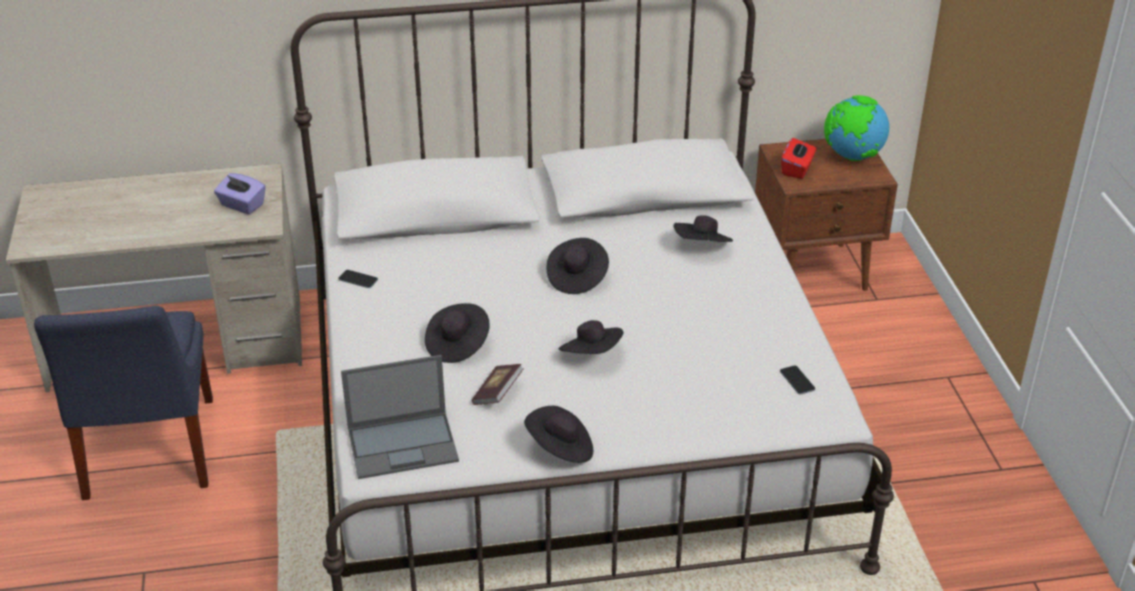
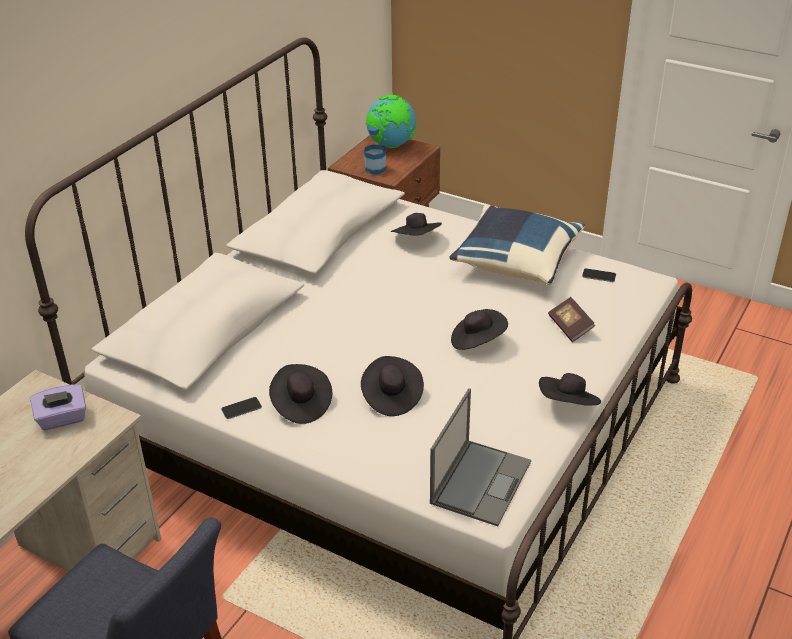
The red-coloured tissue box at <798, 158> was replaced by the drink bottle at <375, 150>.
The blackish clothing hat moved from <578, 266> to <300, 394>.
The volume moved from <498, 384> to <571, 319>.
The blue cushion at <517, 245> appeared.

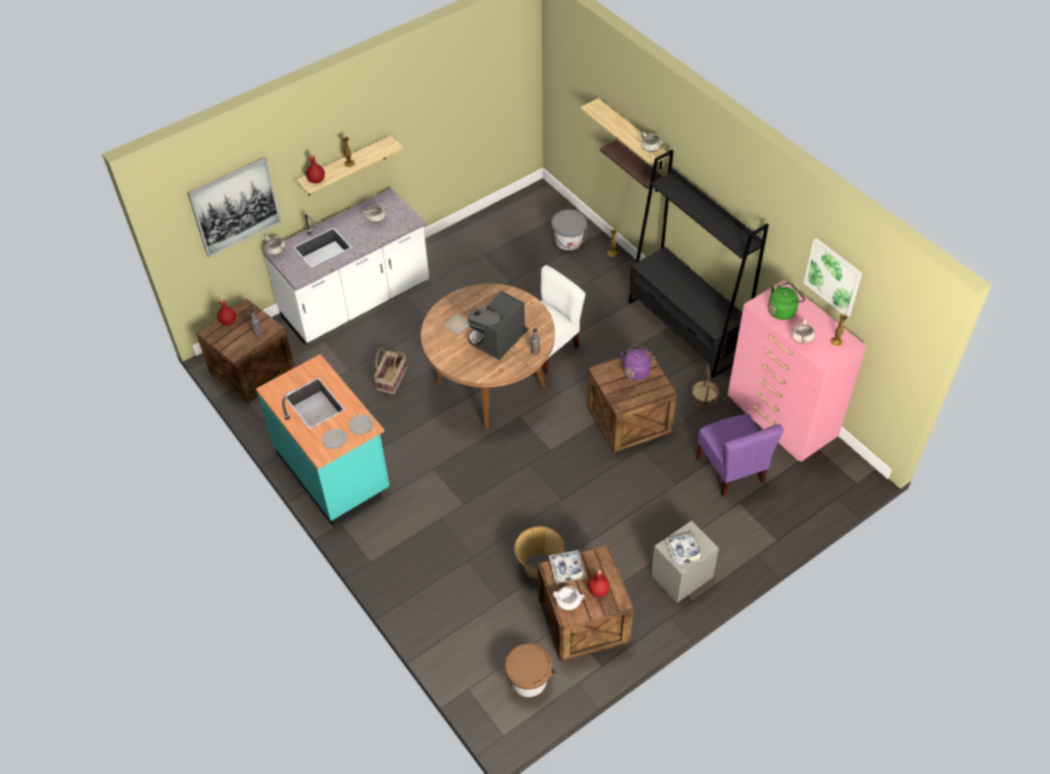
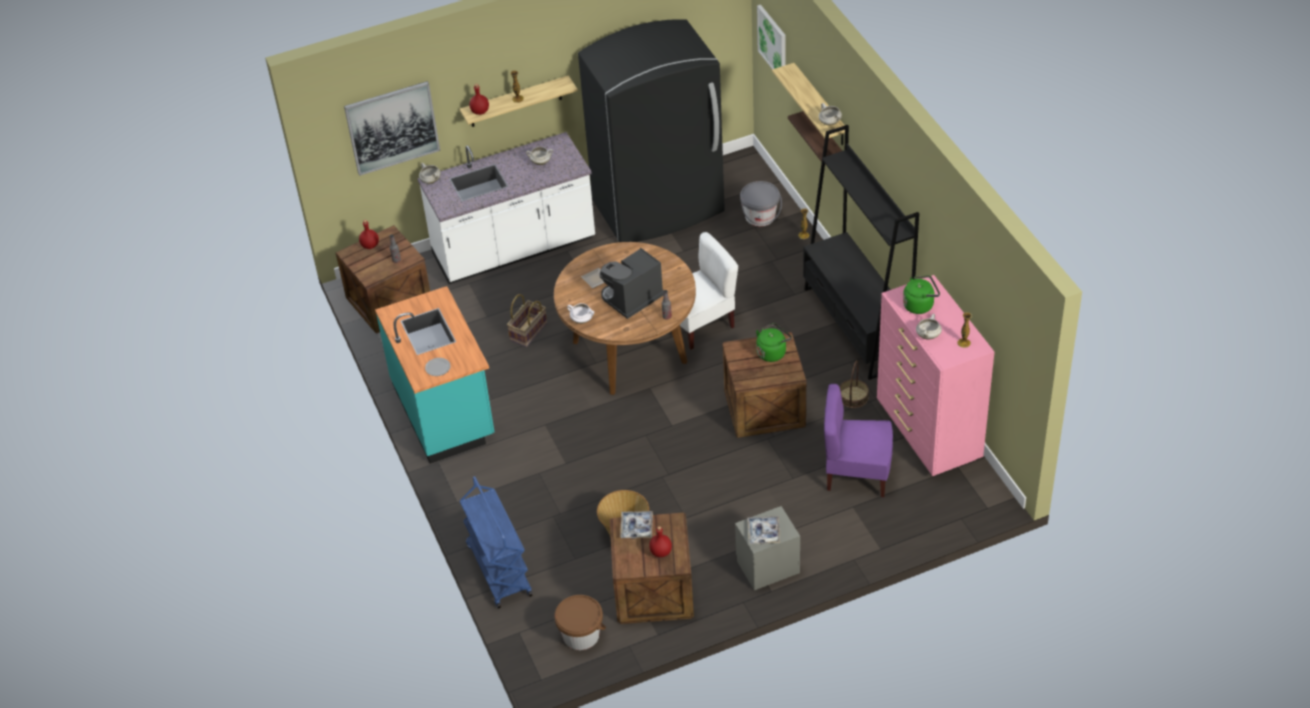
The wall picture moved from <833, 277> to <771, 37>.
The purplish kettle at <638, 362> became the greenish kettle at <774, 342>.
The purplish chair at <740, 455> turned 105 degrees clockwise.
The plate at <360, 425> disappeared.
The white-coloured stockpot moved from <568, 598> to <580, 313>.
The blackish kitchen fridge at <651, 130> appeared.
The blue cart at <496, 542> appeared.

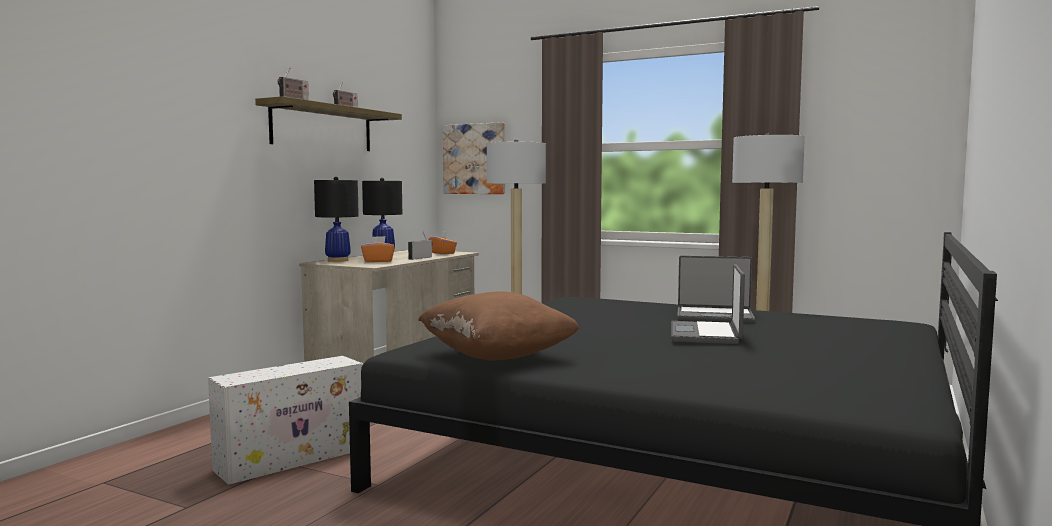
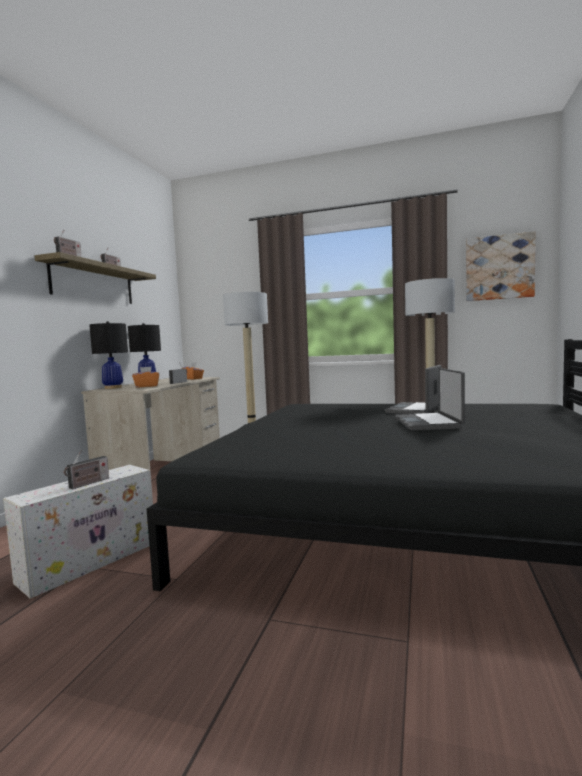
The wall picture moved from <474, 158> to <501, 266>.
The portable computer at <716, 289> turned 120 degrees clockwise.
The brown cushion at <498, 325> disappeared.
The radio at <86, 469> appeared.

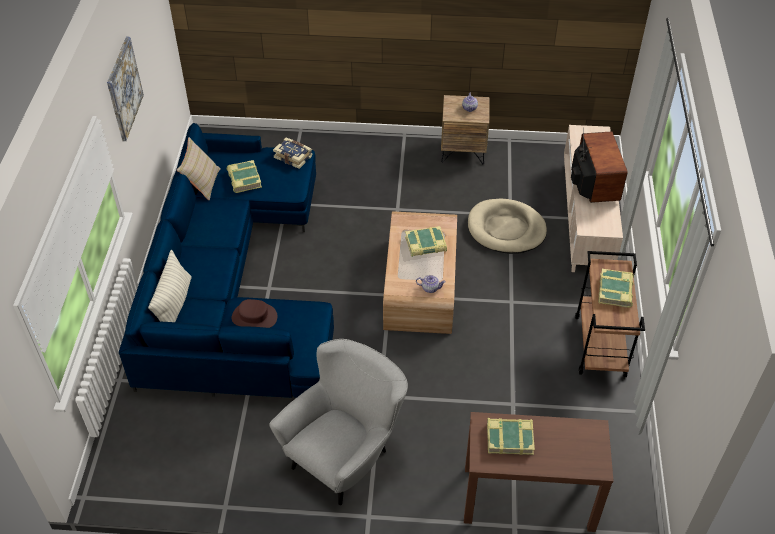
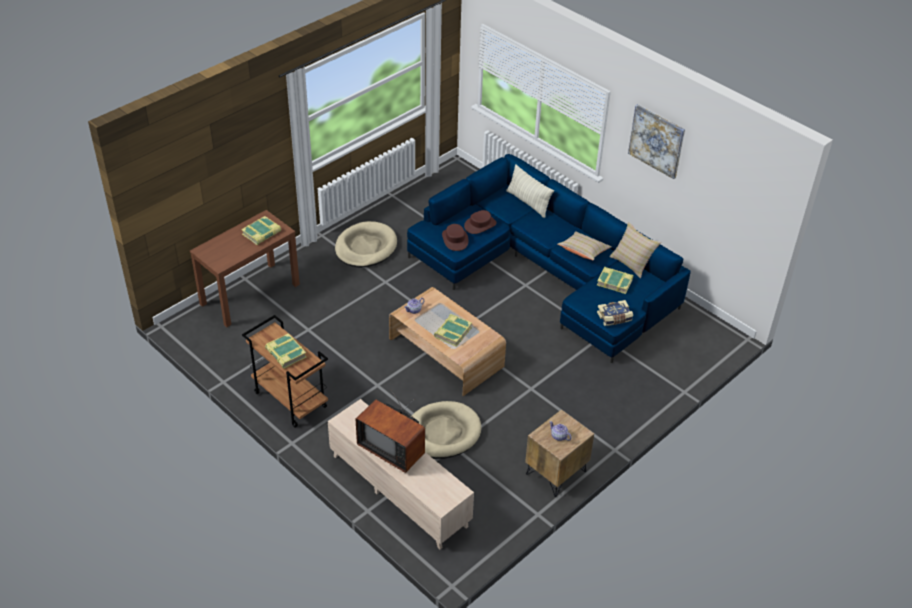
The grey easy chair at <338, 422> was replaced by the beige dog bed at <366, 244>.
The brown clothing hat at <455, 237> appeared.
The beige cushion at <584, 246> appeared.

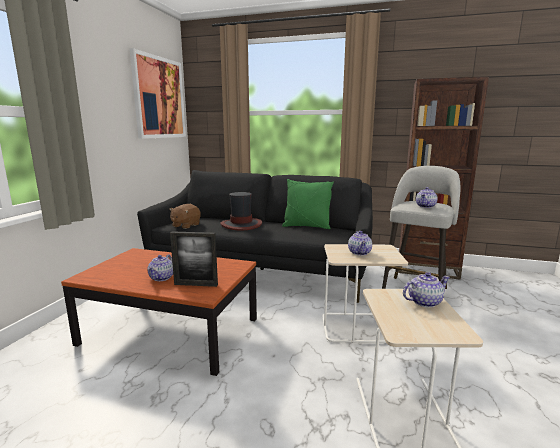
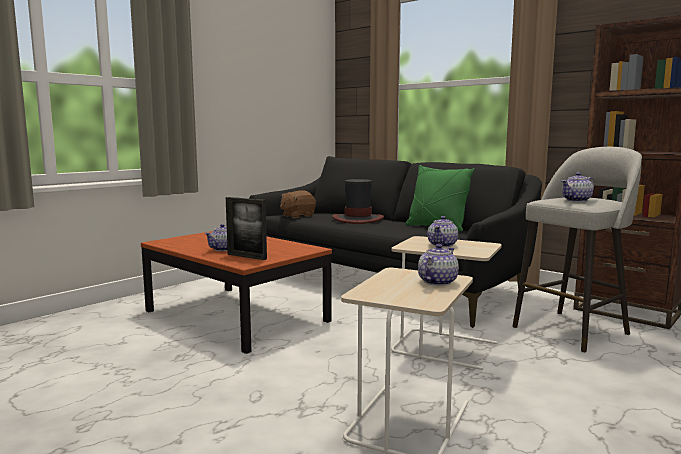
The wall picture at <158, 93> disappeared.
The tea pot at <426, 290> turned 60 degrees counterclockwise.

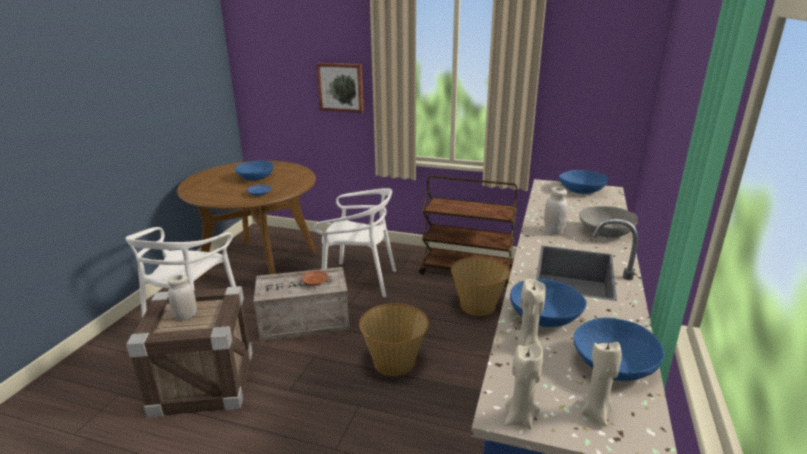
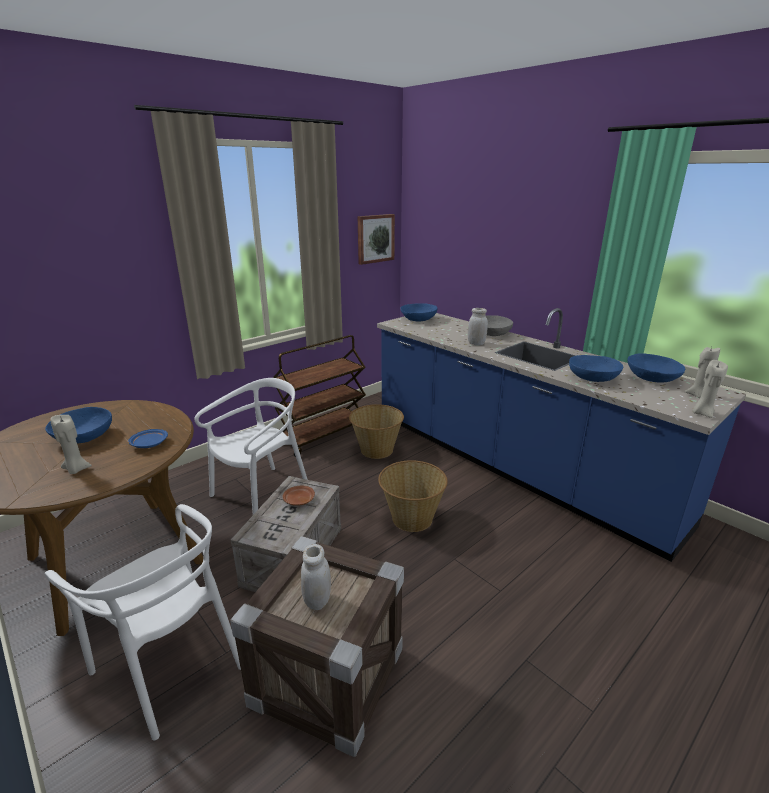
The wall picture moved from <340, 88> to <376, 239>.
The beige candle moved from <530, 314> to <71, 444>.

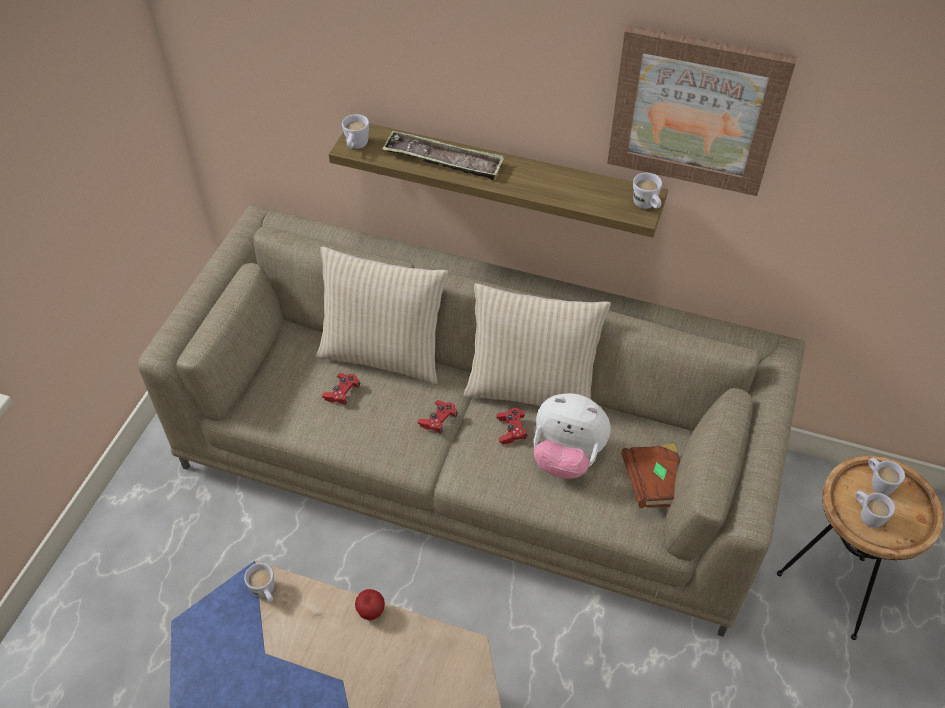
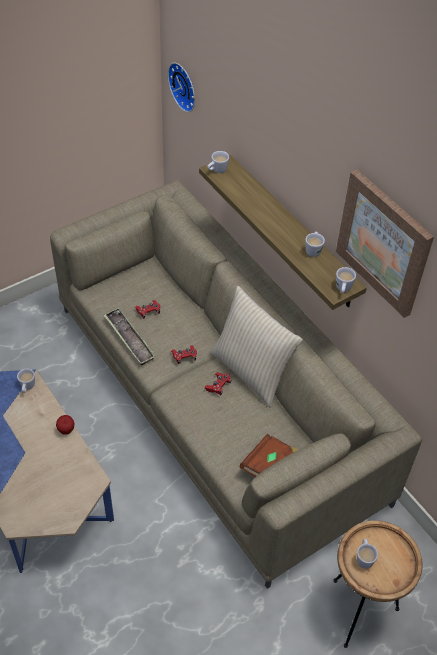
The serving tray moved from <443, 155> to <130, 336>.
The beige cushion at <382, 315> disappeared.
The cuddly toy at <572, 436> disappeared.
The white-coloured coffee mug moved from <886, 476> to <315, 244>.
The hanging clock at <181, 87> appeared.

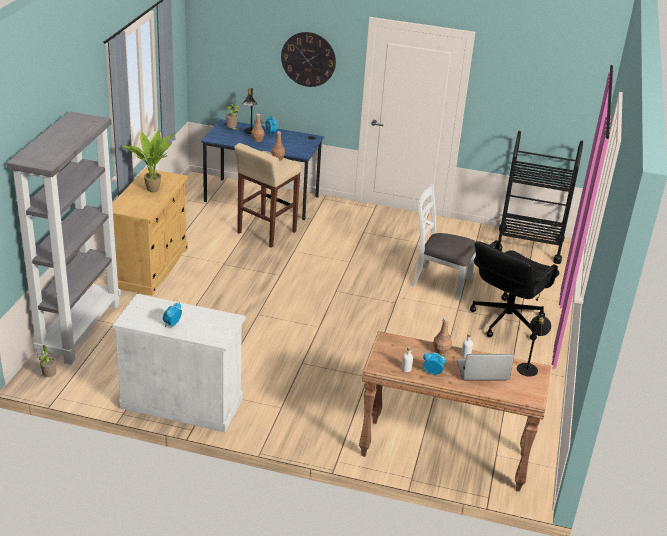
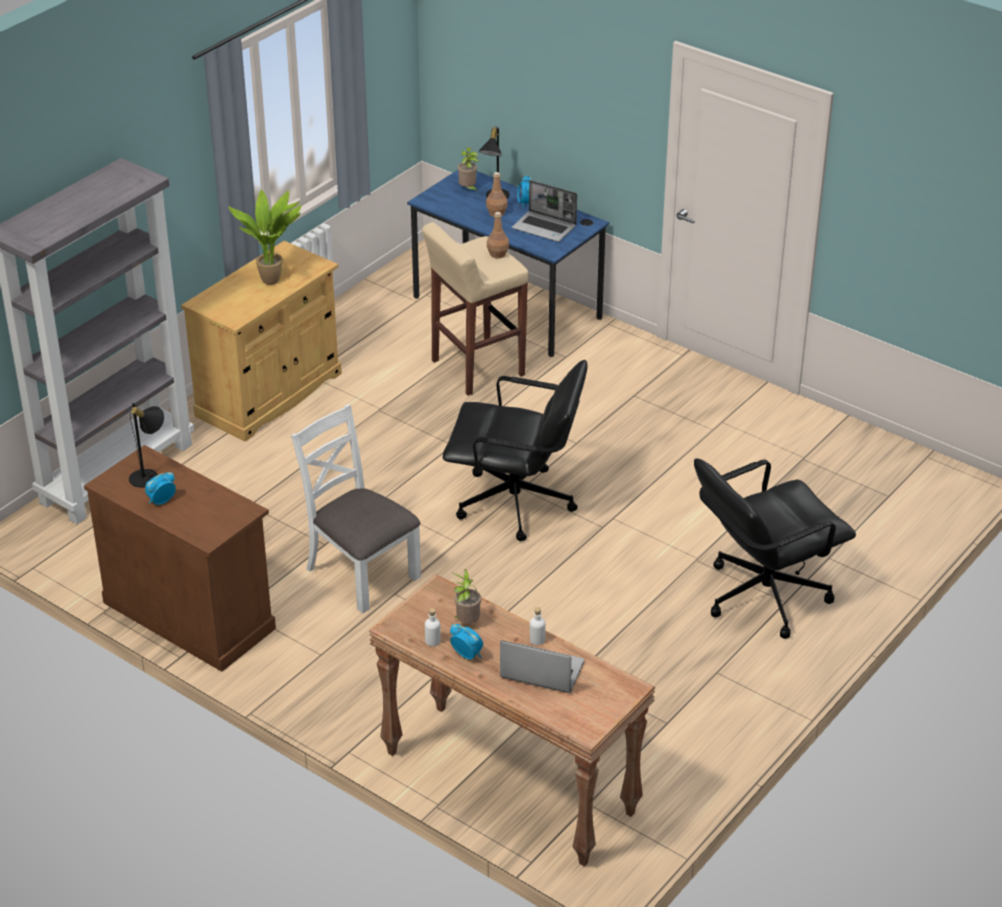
The hanging clock at <308, 59> disappeared.
The blackish cart at <538, 197> disappeared.
The white-coloured chair moved from <443, 242> to <356, 508>.
The white-coloured storage cabinet at <178, 363> became the brown storage cabinet at <180, 558>.
The blackish tabletop lamp moved from <534, 346> to <146, 445>.
The brown drink bottle at <442, 336> disappeared.
The houseplant moved from <46, 361> to <467, 596>.
The portable computer at <544, 211> appeared.
The blackish desk chair at <515, 450> appeared.

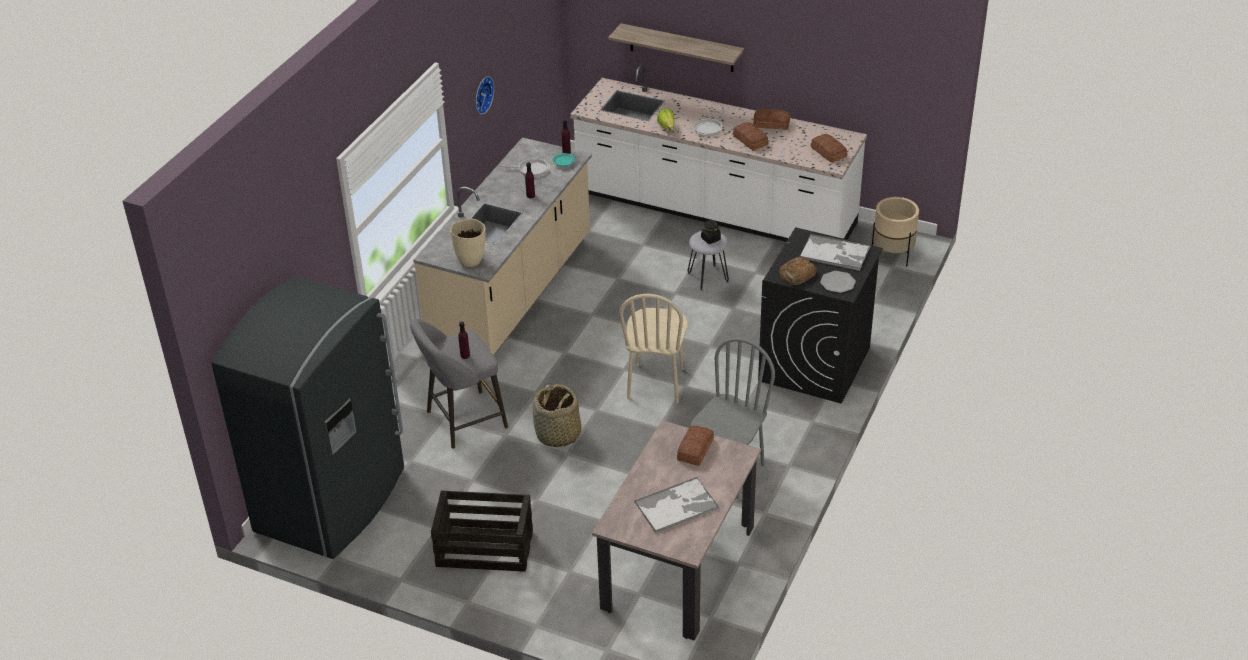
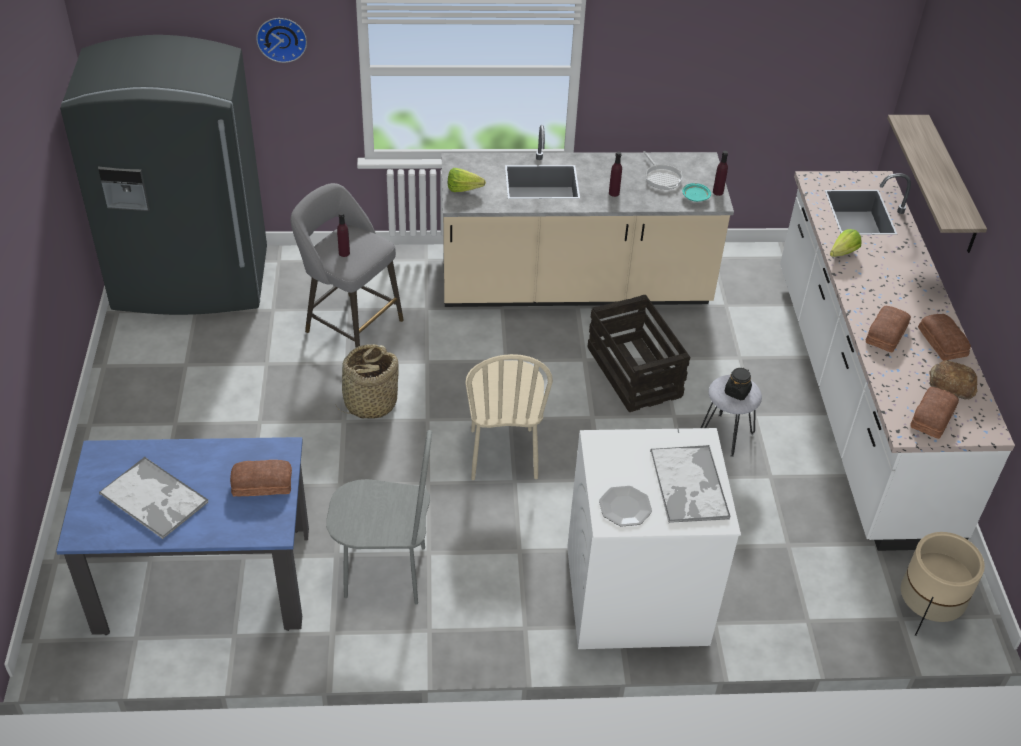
The hanging clock moved from <485, 95> to <281, 40>.
The frying pan at <709, 123> disappeared.
The beige decorative vase at <468, 243> was replaced by the lettuce at <467, 180>.
The blackish laundry machine at <820, 316> became the white-coloured laundry machine at <654, 538>.
The bakery bread moved from <797, 271> to <953, 380>.
The beige chair at <653, 348> turned 75 degrees counterclockwise.
The beige dinner table at <676, 530> became the blue dinner table at <182, 536>.
The packing crate moved from <482, 531> to <638, 353>.

